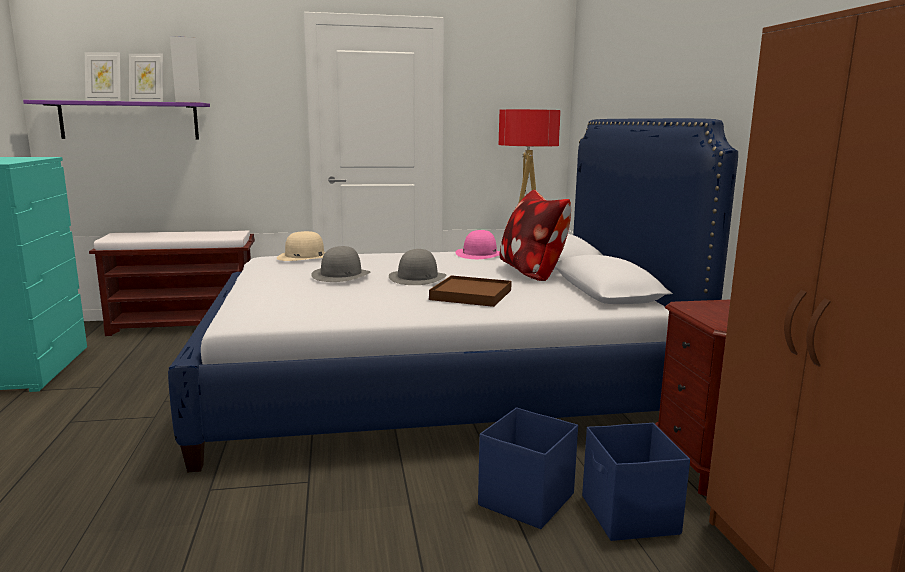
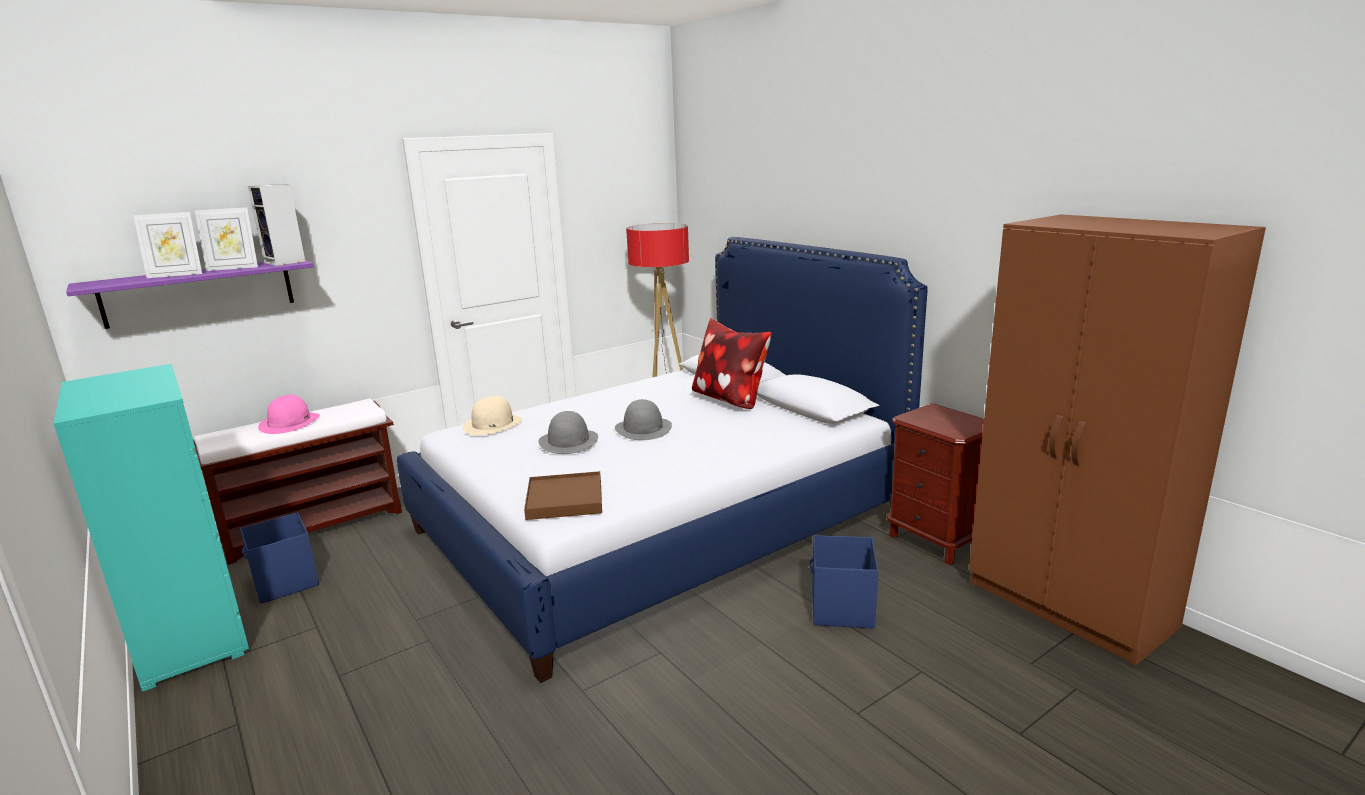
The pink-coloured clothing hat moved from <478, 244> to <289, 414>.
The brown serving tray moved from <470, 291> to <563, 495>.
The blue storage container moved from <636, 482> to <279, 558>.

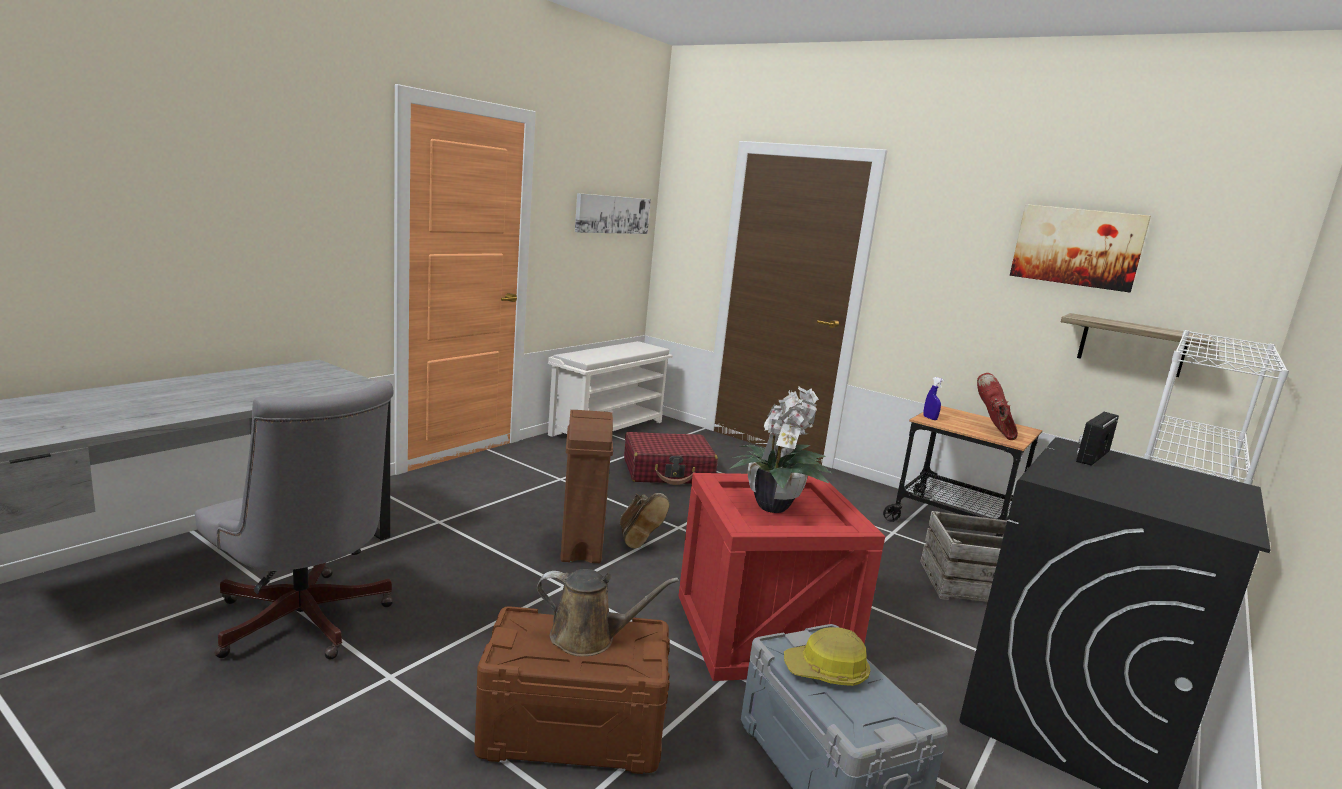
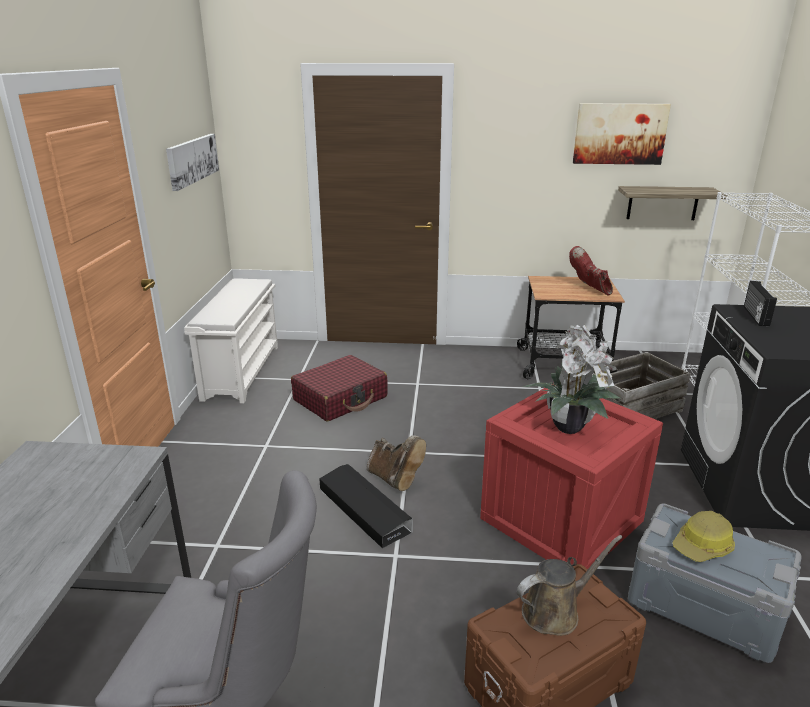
The blue hand sprayer at <933, 398> disappeared.
The brown rubbish bin at <586, 486> was replaced by the blackish storage container at <366, 506>.

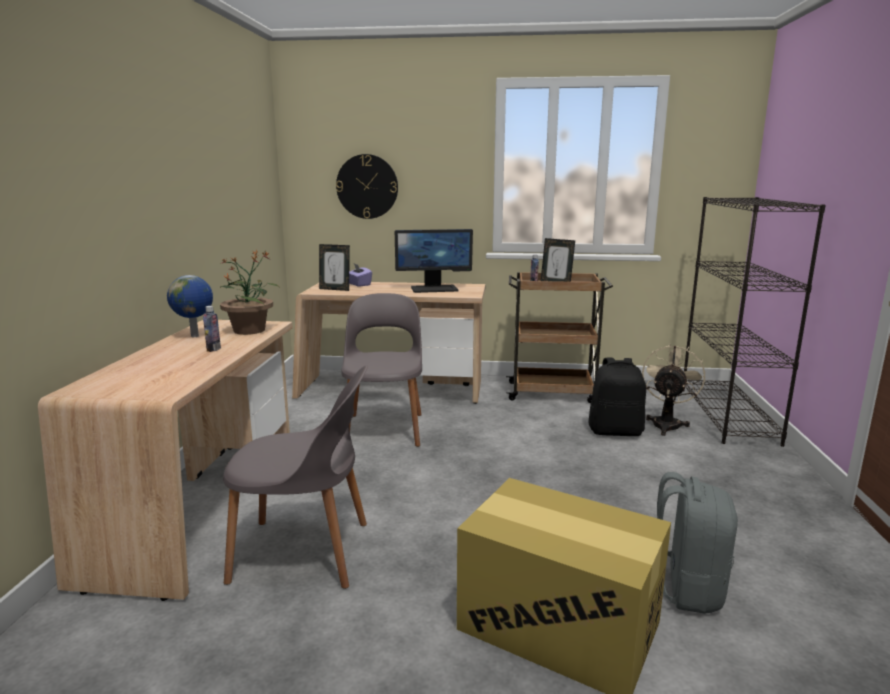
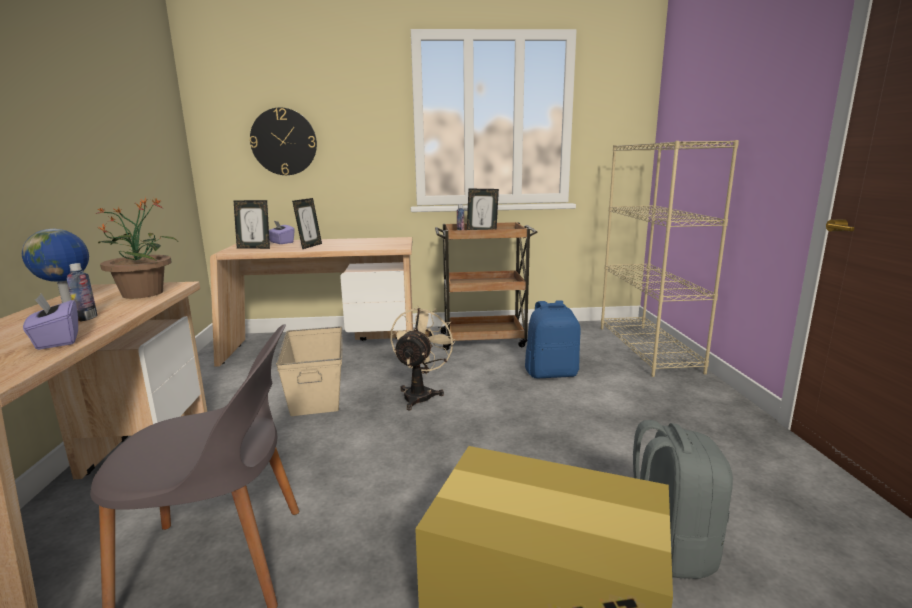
The blackish shelving unit at <754, 322> became the beige shelving unit at <670, 258>.
The monitor at <434, 261> disappeared.
The grey chair at <381, 370> was replaced by the beige storage container at <309, 371>.
The beige fan moved from <673, 390> to <423, 358>.
The blackish backpack at <617, 396> became the blue backpack at <552, 339>.
The photo frame at <307, 223> appeared.
The purplish tissue box at <50, 322> appeared.

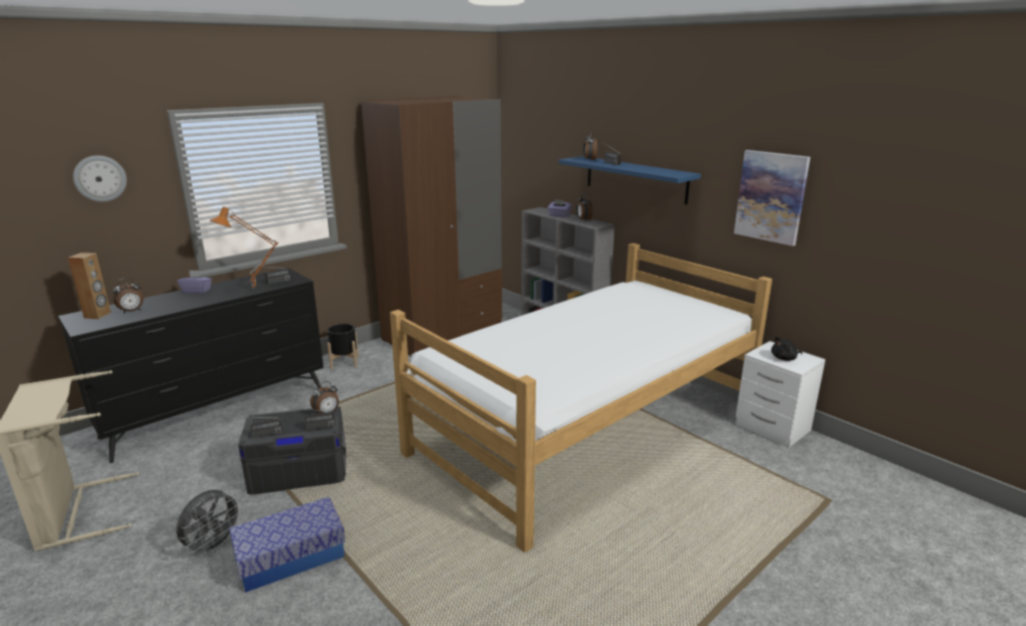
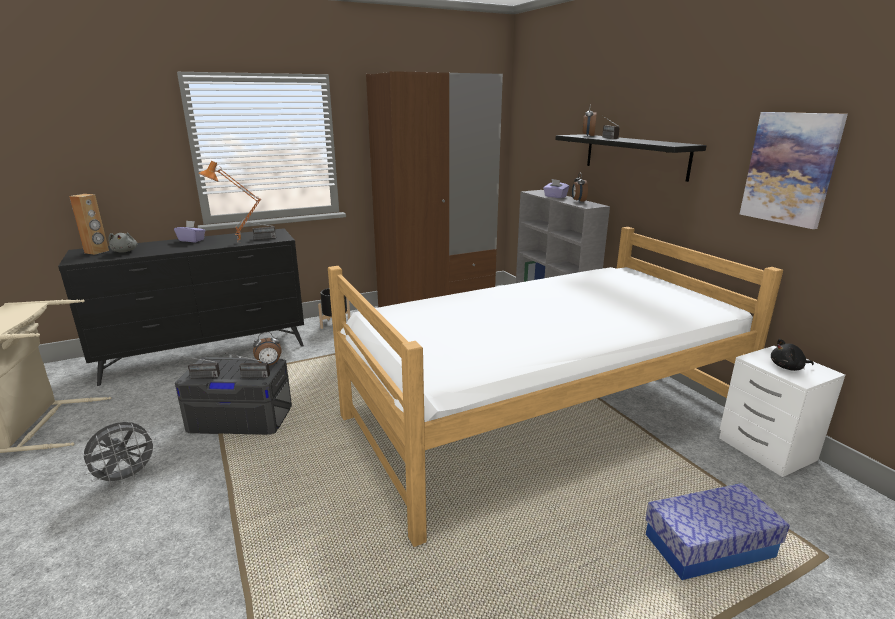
The hanging clock at <100, 178> disappeared.
The blue shelf at <630, 180> became the blackish shelf at <631, 158>.
The bedside clock at <128, 296> was replaced by the grey cuddly toy at <122, 242>.
The storage container moved from <287, 545> to <717, 531>.

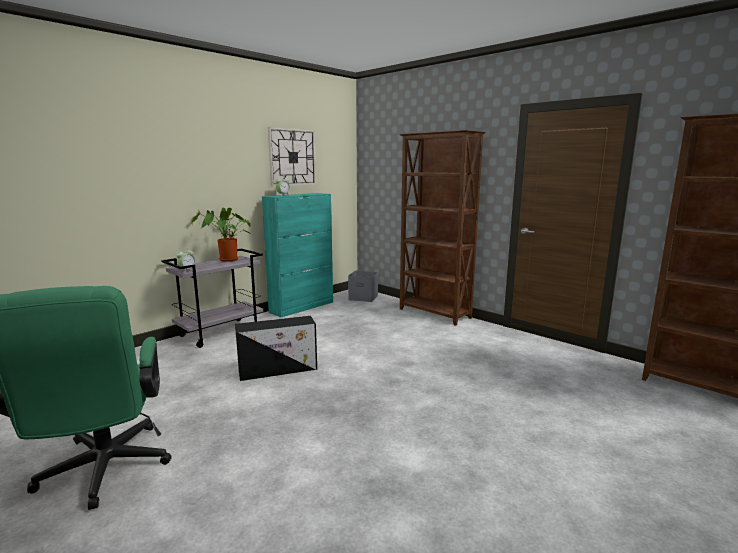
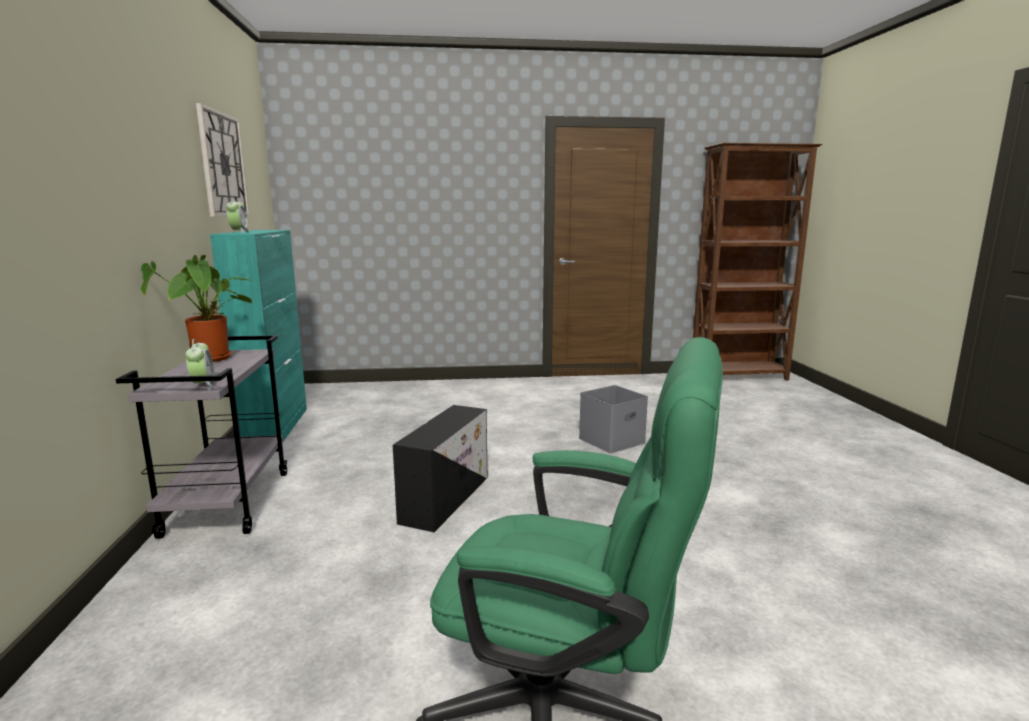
The brown shelving unit at <442, 228> disappeared.
The grey storage container moved from <363, 286> to <613, 419>.

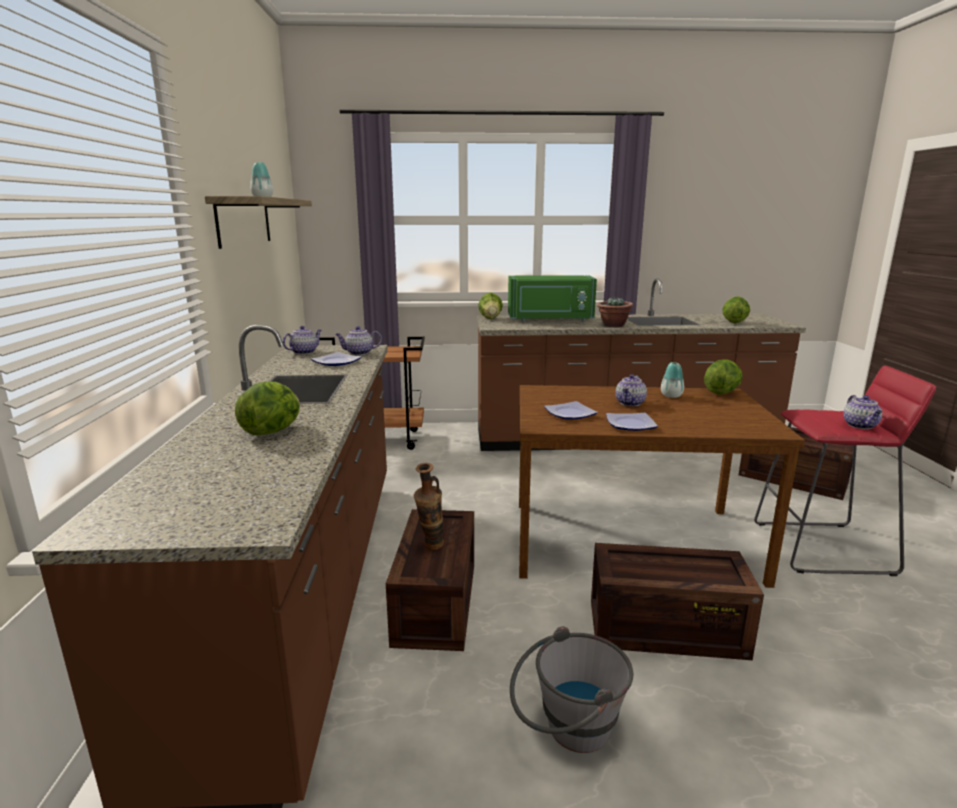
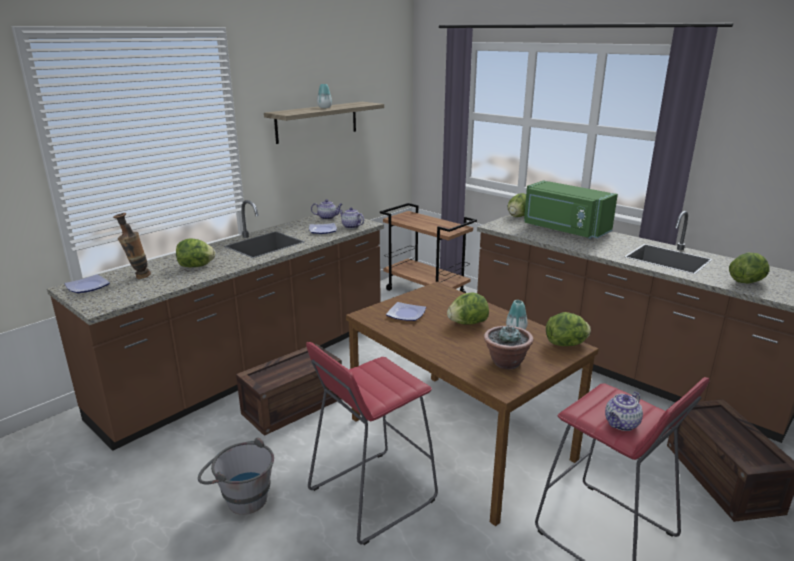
The houseplant moved from <615, 311> to <509, 347>.
The tea pot at <631, 390> was replaced by the lettuce at <468, 309>.
The plate moved from <632, 422> to <87, 283>.
The decorative vase moved from <429, 506> to <132, 246>.
The packing crate at <677, 601> was replaced by the red-coloured stool at <372, 443>.

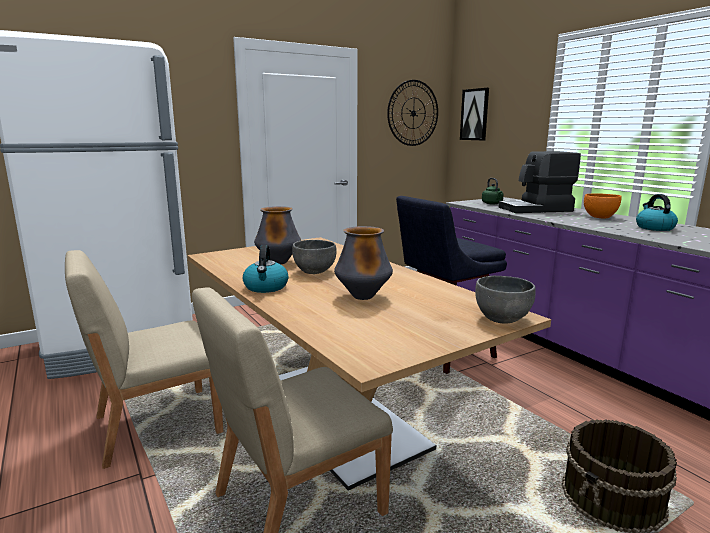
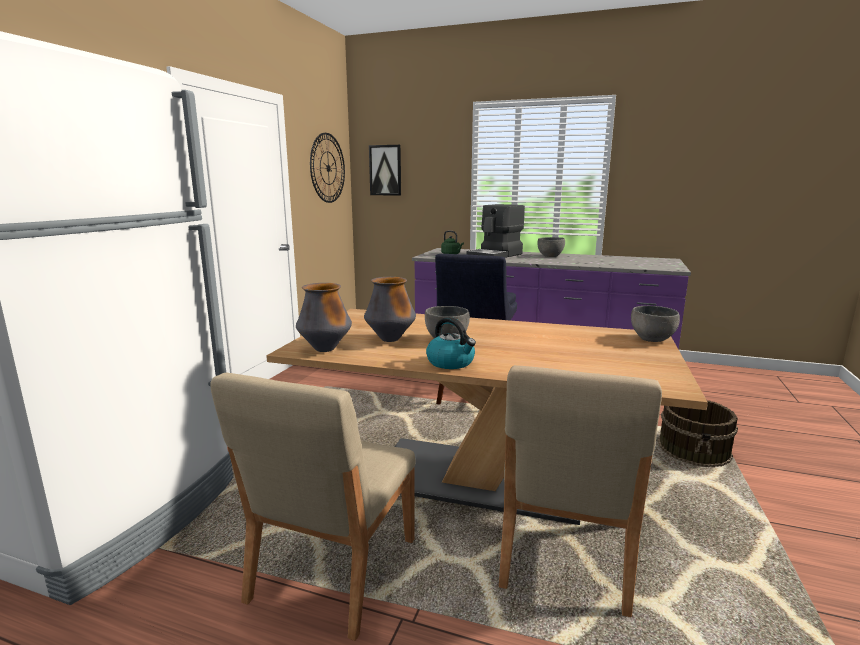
The orange deep dish at <603, 206> became the grey deep dish at <551, 247>.
The kettle at <657, 212> disappeared.
The decorative vase moved from <363, 263> to <324, 317>.

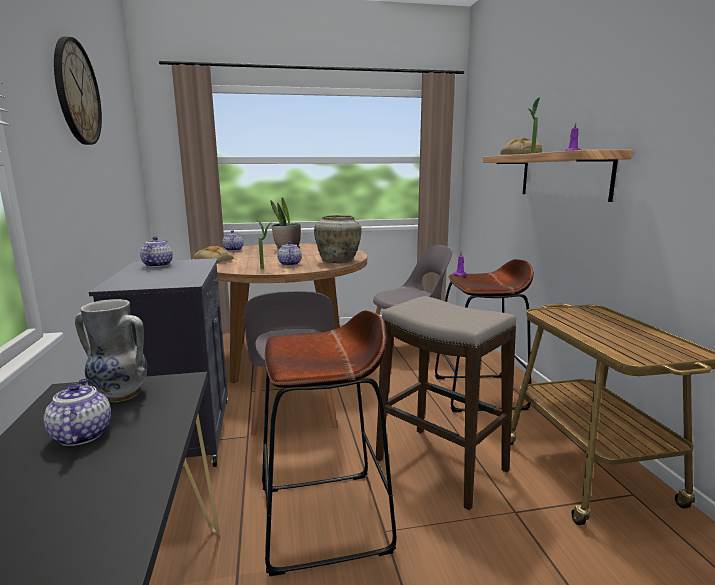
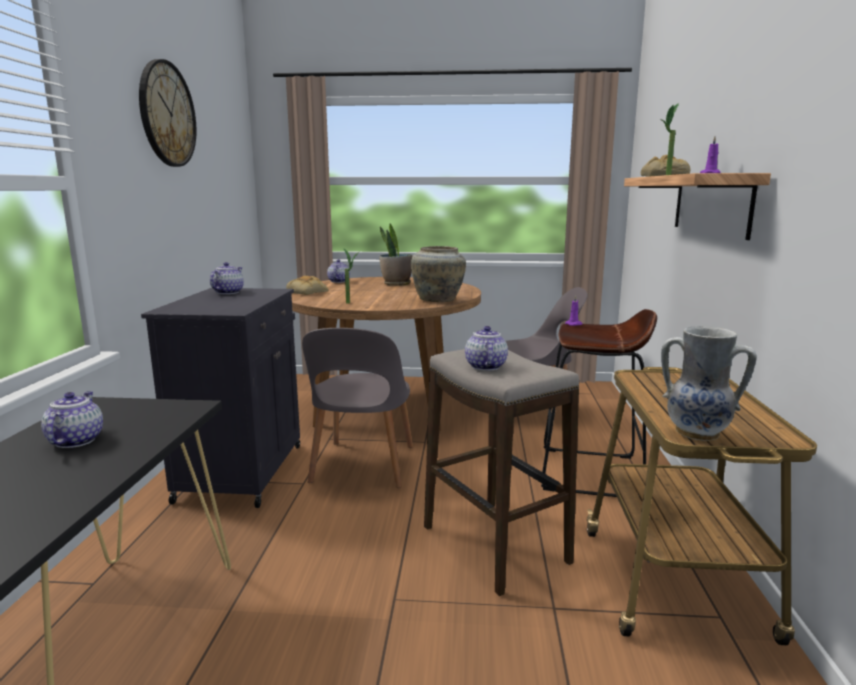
The tea pot moved from <289, 253> to <486, 348>.
The decorative vase moved from <111, 350> to <709, 383>.
The brown stool at <329, 443> disappeared.

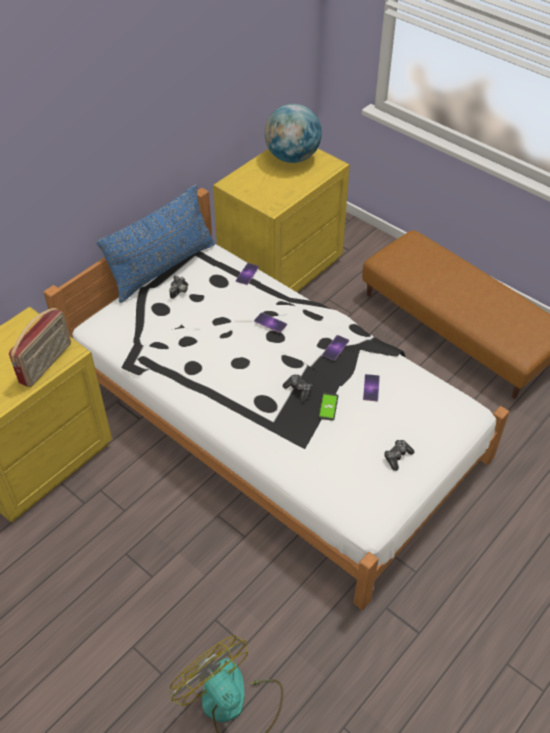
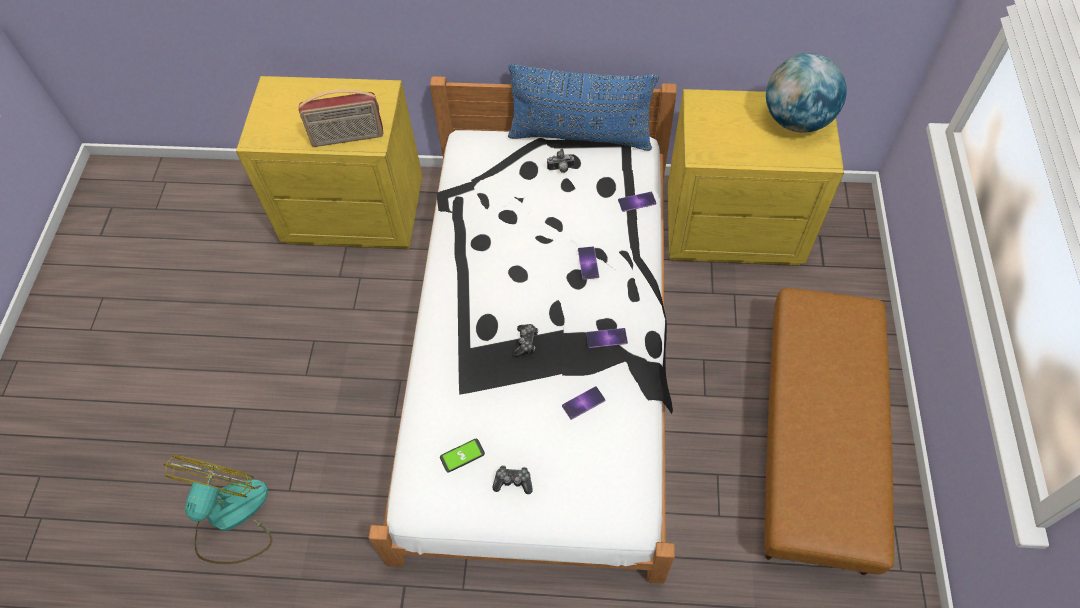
The phone moved from <328, 407> to <462, 456>.

